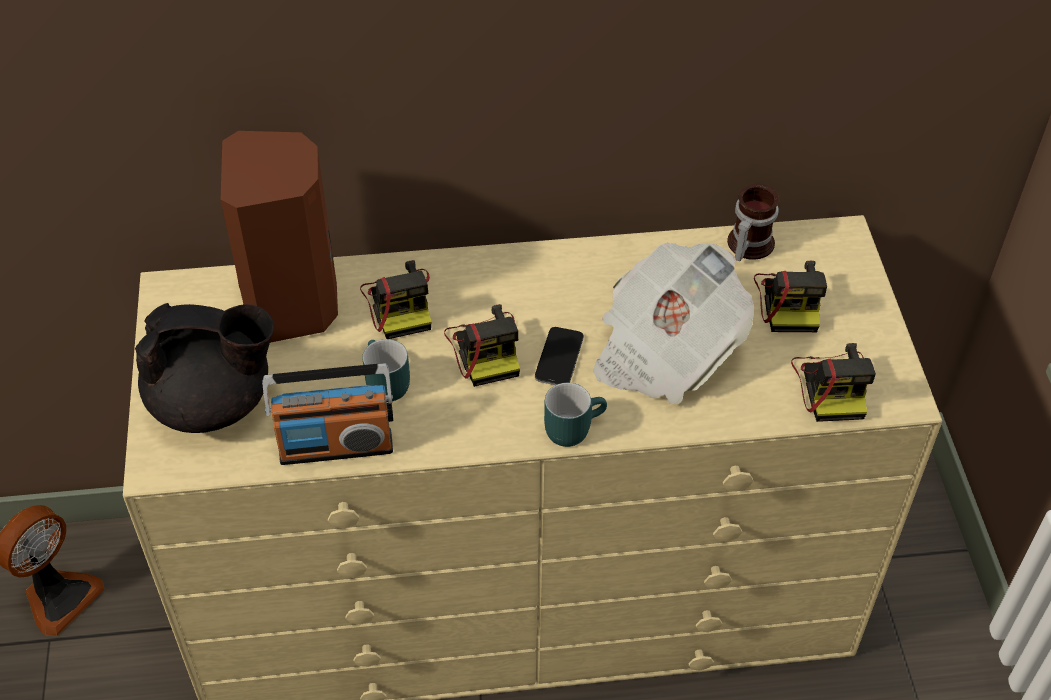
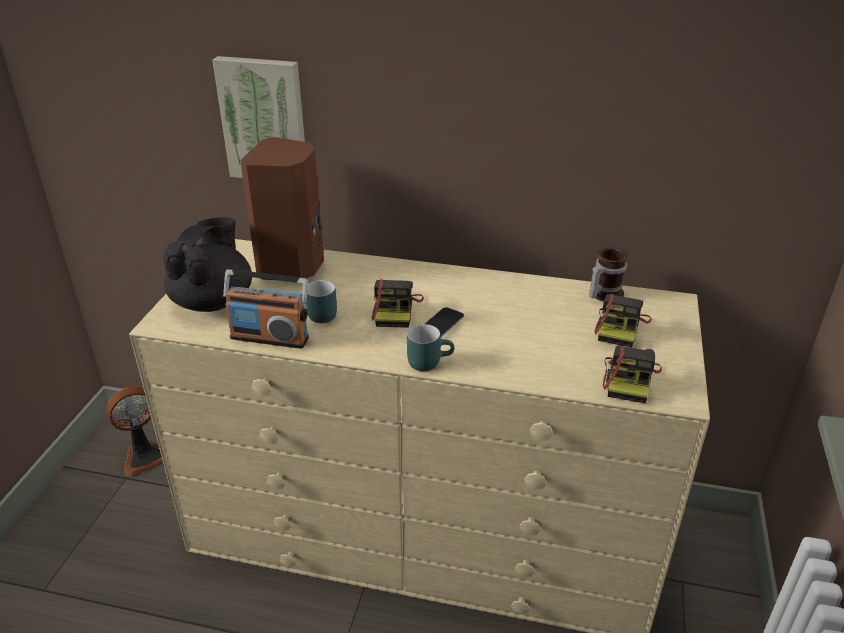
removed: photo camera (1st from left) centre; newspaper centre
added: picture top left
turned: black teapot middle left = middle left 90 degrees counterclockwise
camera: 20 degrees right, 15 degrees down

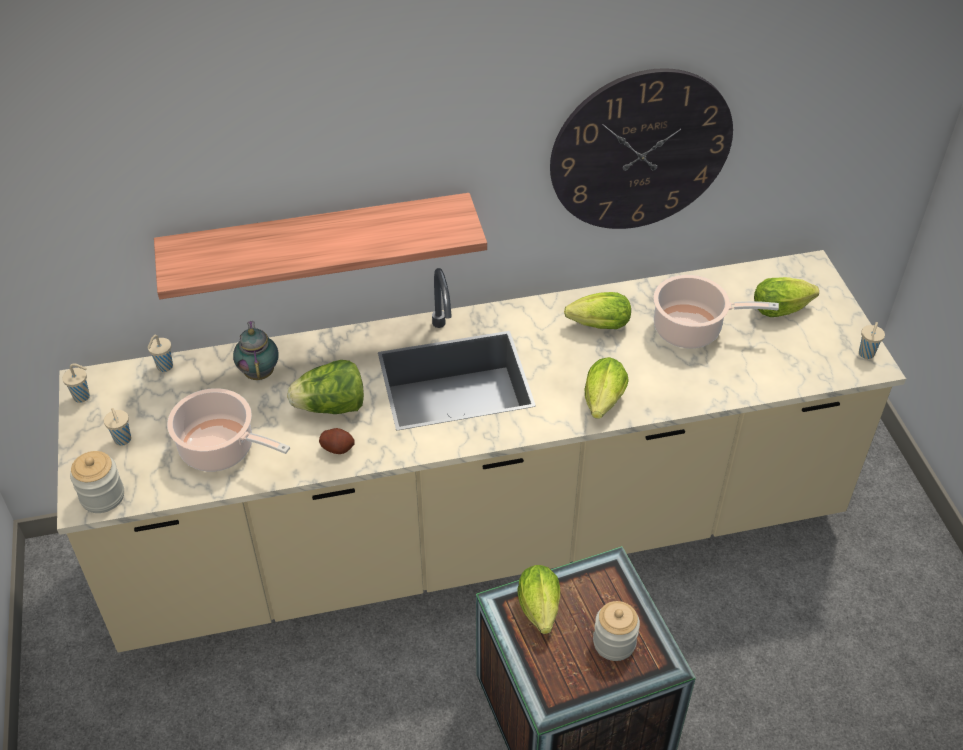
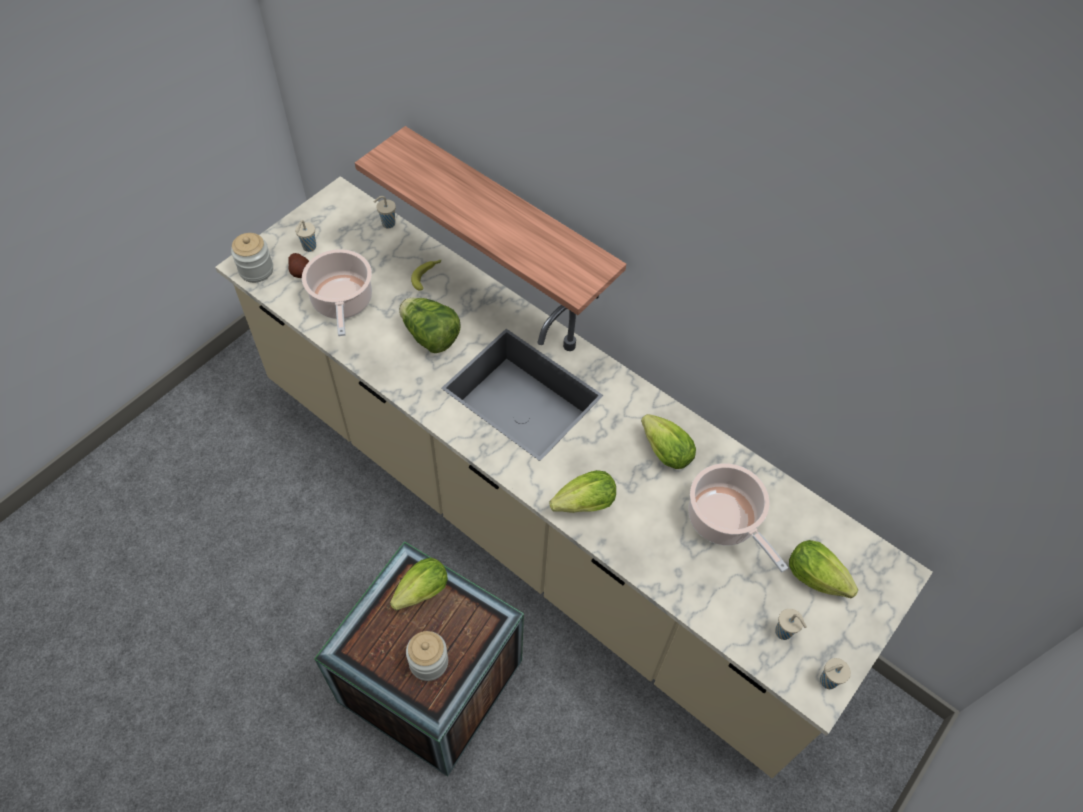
removed: wall clock top centre
moved: beige cup (1st from left in the first image) middle left to beige cup (3rd from left) bottom right; potato centre to top left
replaced: teapot middle left to banana centre
camera: 50 degrees right, 10 degrees up

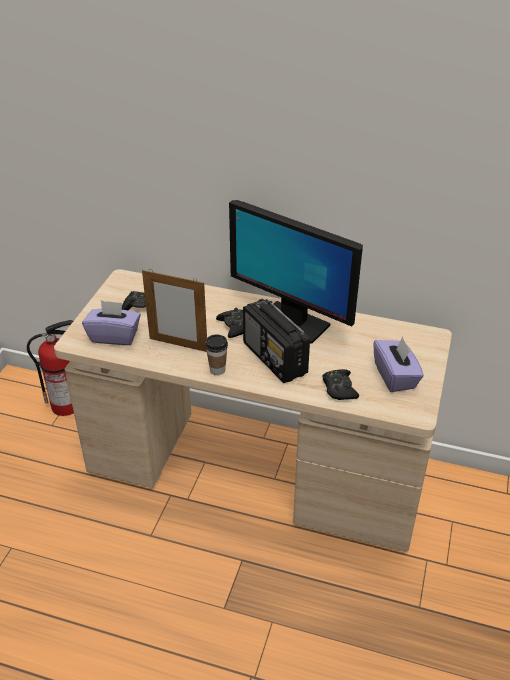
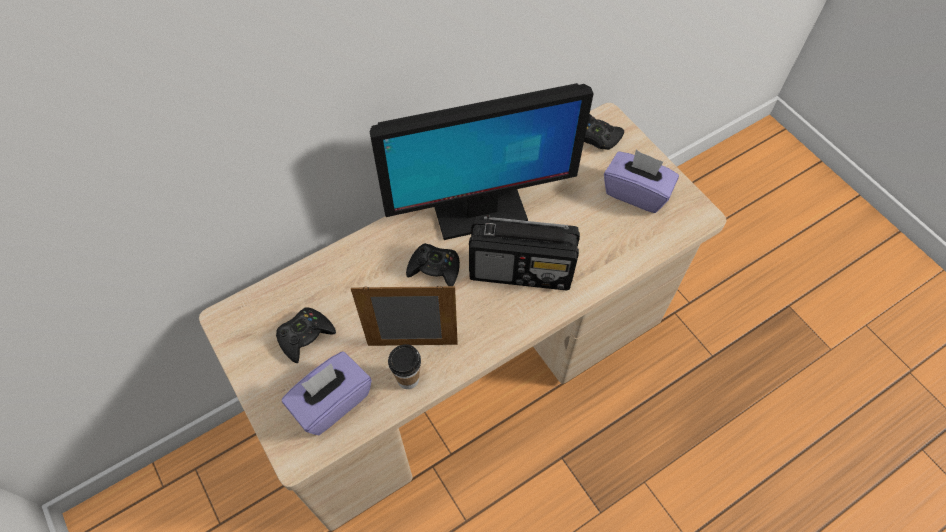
removed: fire extinguisher middle left
moved: cup centre to bottom centre; black game controller (3rd from left) middle right to top centre
turned: picture frame centre = centre 150 degrees counterclockwise
camera: 50 degrees left, 20 degrees up

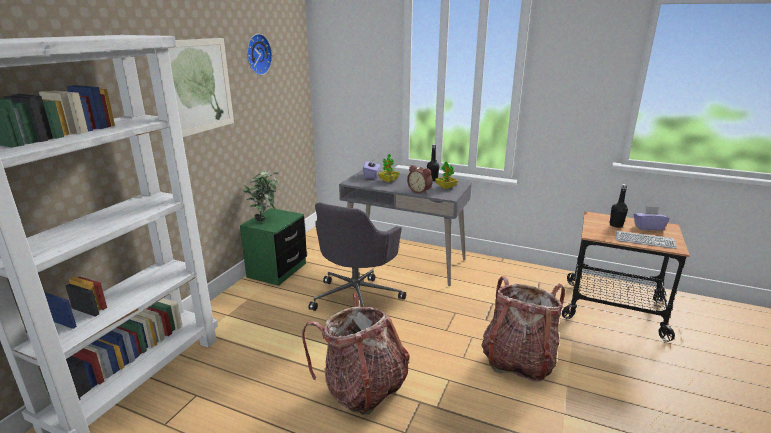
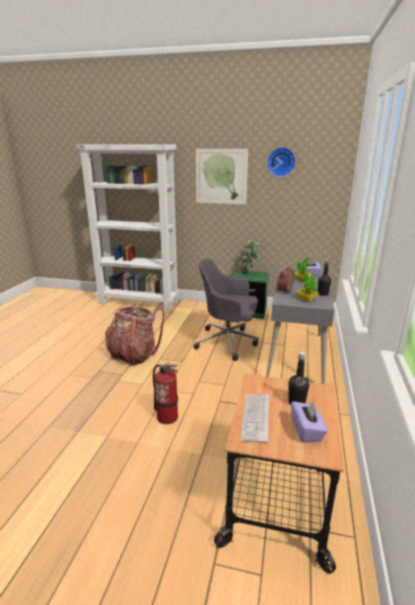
replaced: backpack (2nd from left) bottom right to fire extinguisher centre
camera: 80 degrees right, 0 degrees up

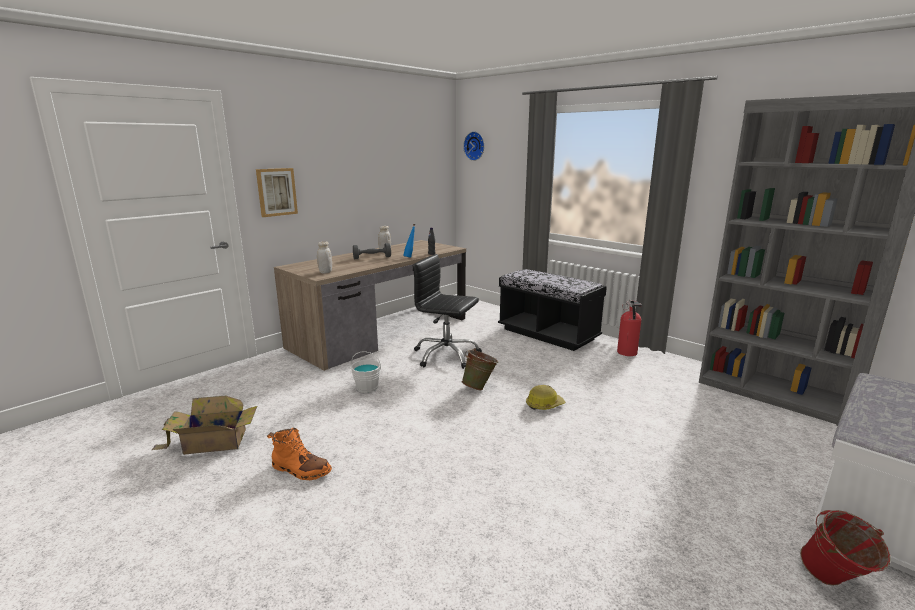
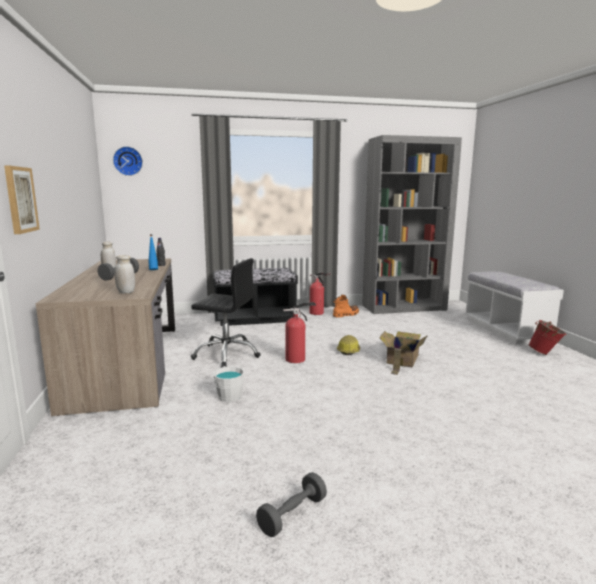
added: grey dumbbell (2nd from left) bottom centre
moved: cardboard box bottom left to middle right; orange boot bottom left to centre
replaced: green bucket centre to fire extinguisher (1st from left) centre
turned: black office chair centre = centre 135 degrees counterclockwise
camera: 55 degrees left, 5 degrees down

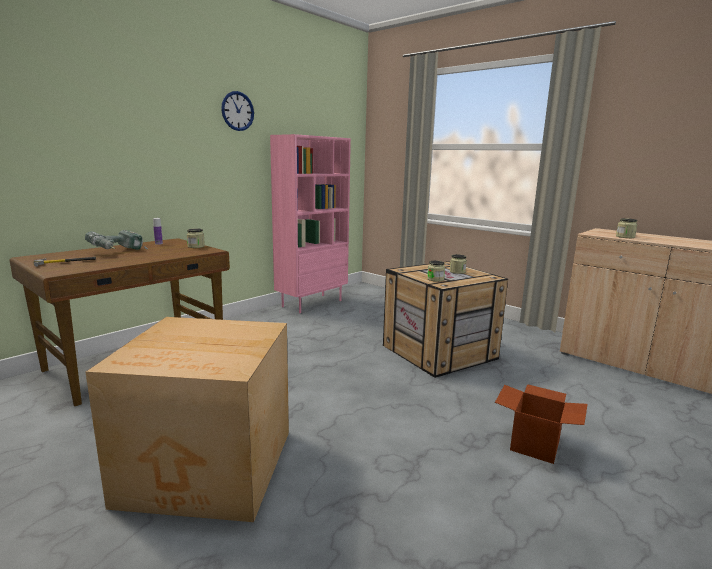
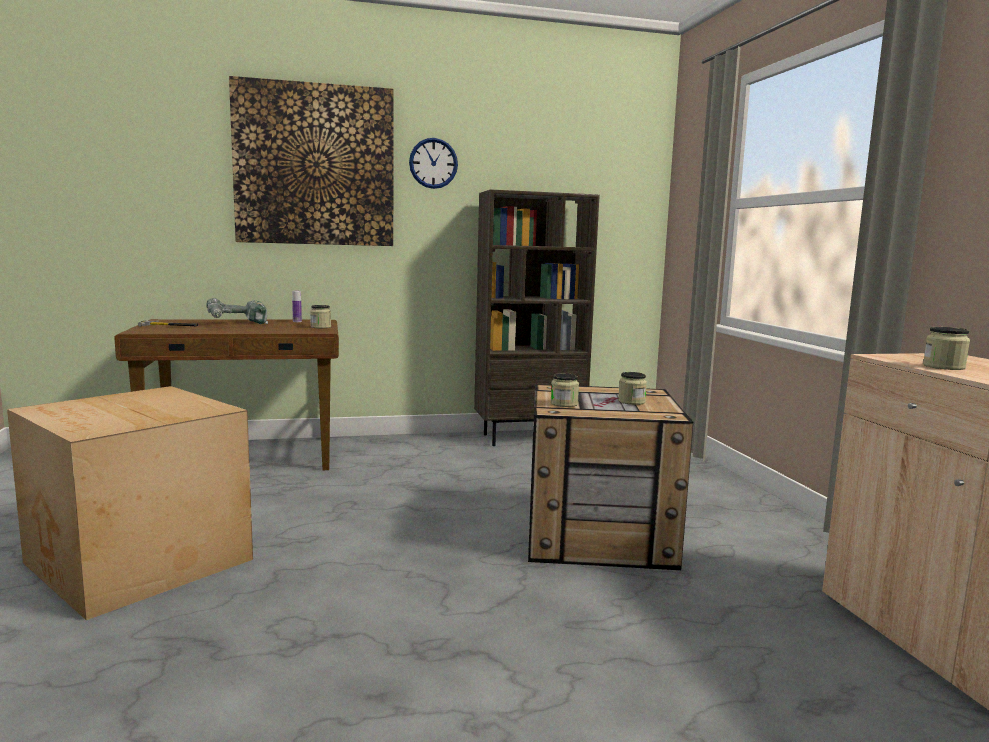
removed: cardboard box (2nd from left) bottom right
added: picture top left
recoloured: pink bookcase centre to brown bookcase centre
camera: 35 degrees right, 5 degrees down

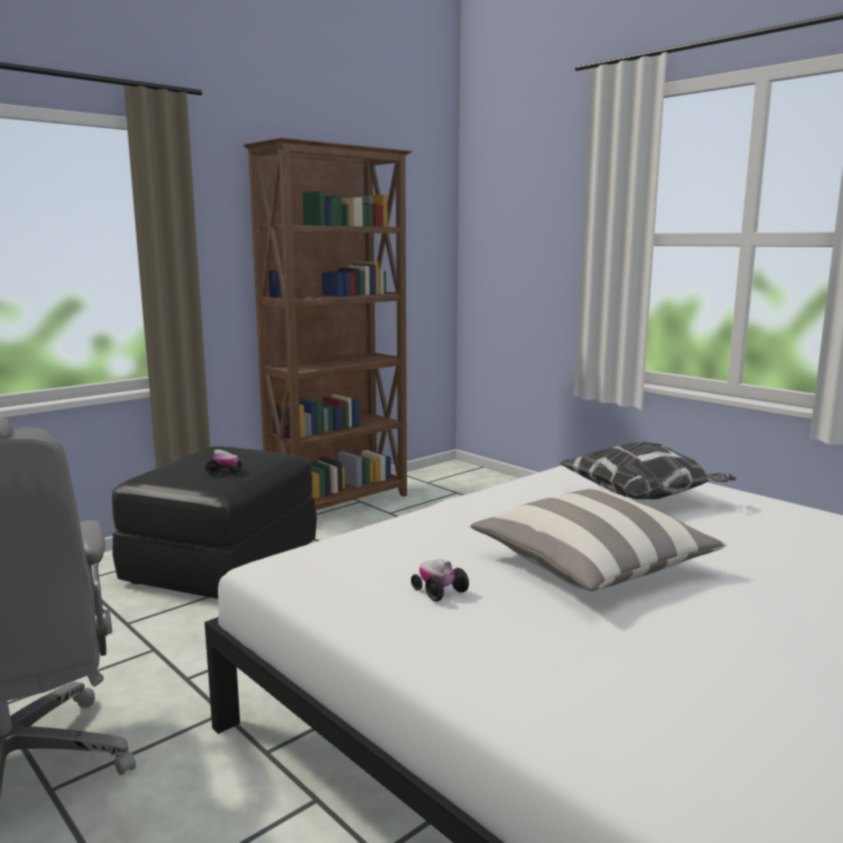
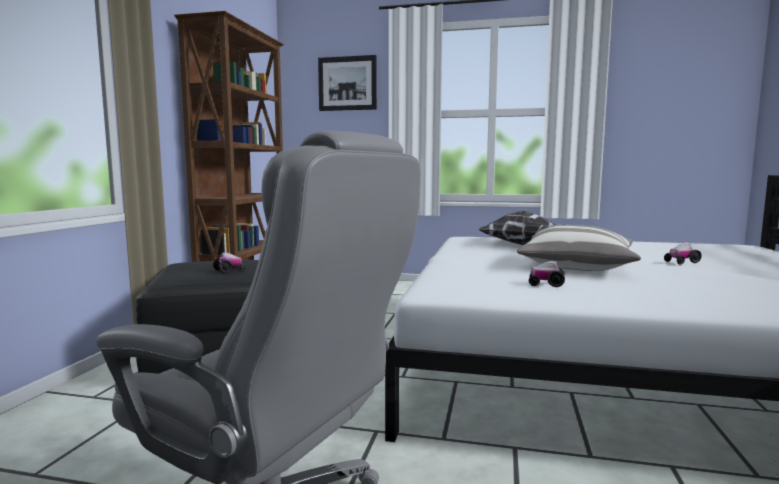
added: picture top centre; toy car (3rd from left) middle right
camera: 35 degrees left, 5 degrees down

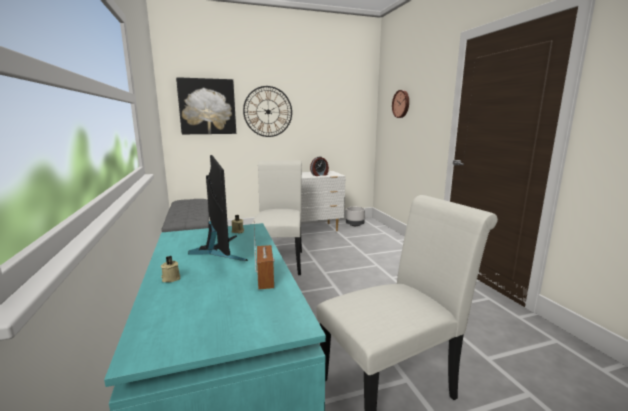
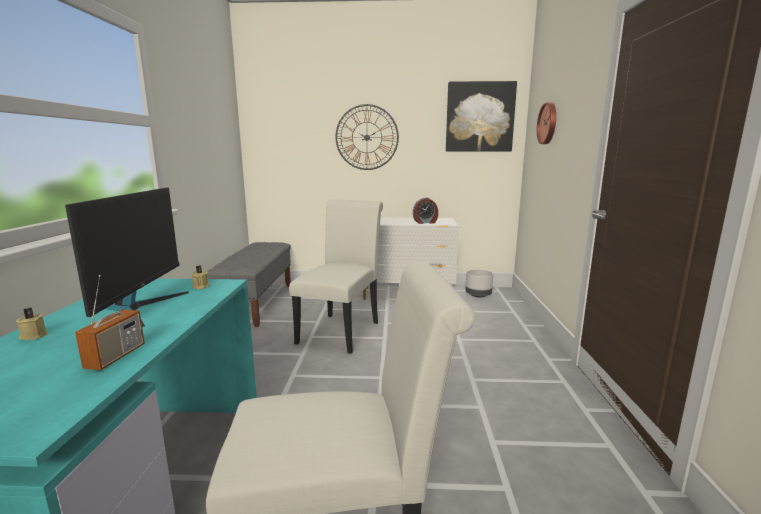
moved: picture top left to top centre
camera: 20 degrees right, 0 degrees up

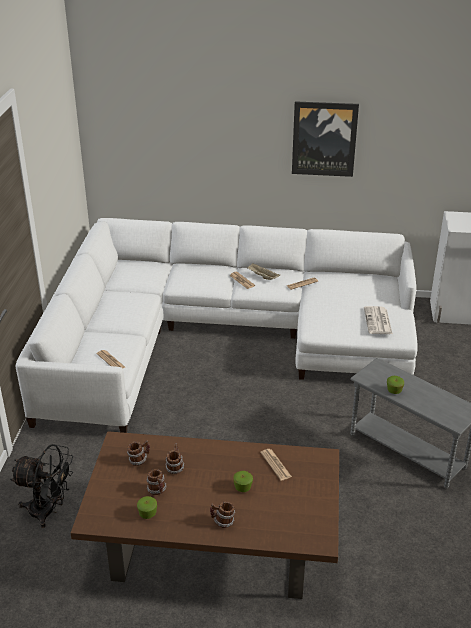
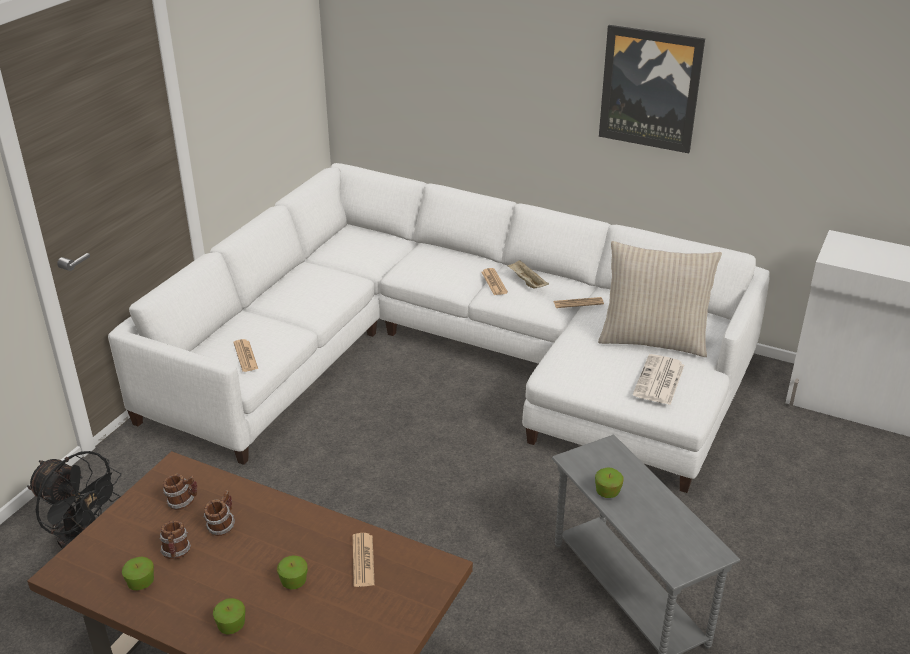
added: beige pillow middle right
replaced: mug (4th from left) bottom centre to apple (2nd from left) bottom left
camera: 20 degrees right, 0 degrees up

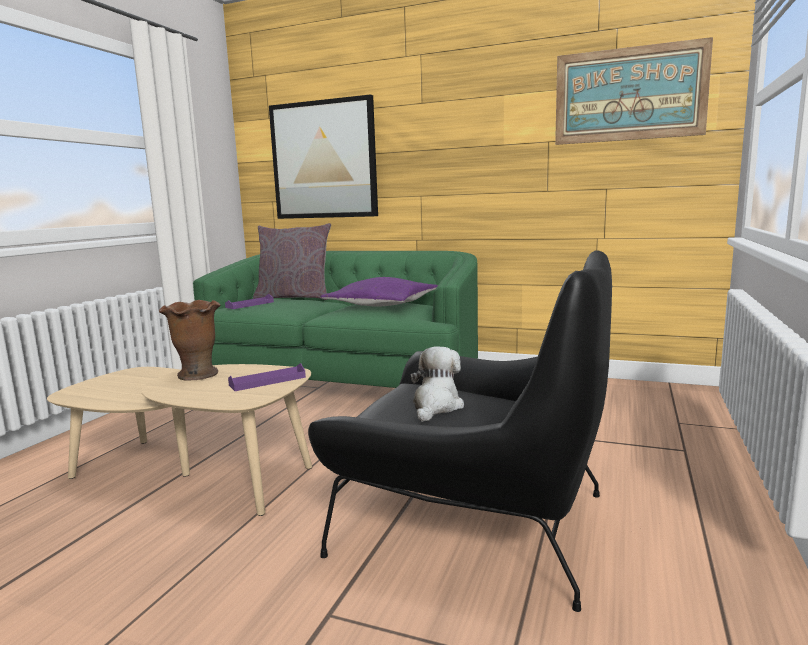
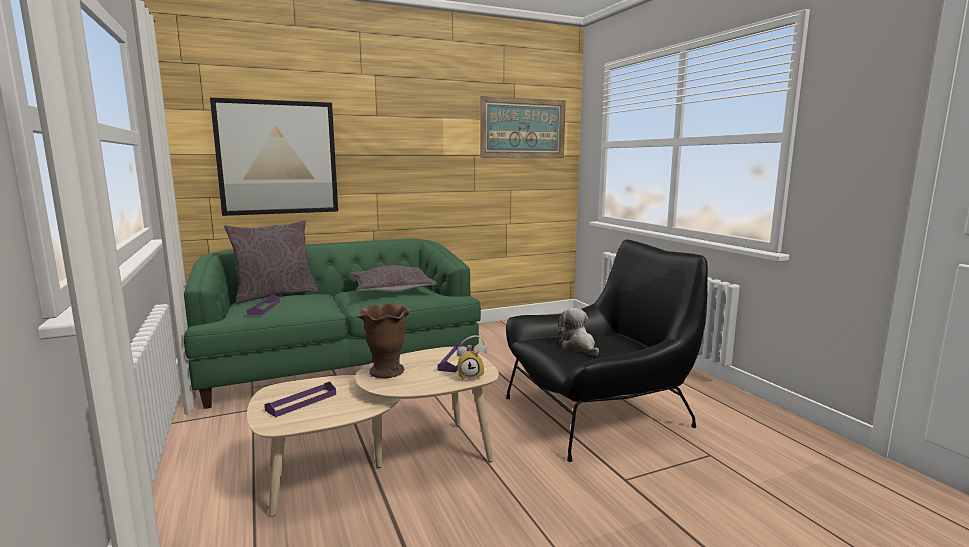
added: purple tray (2nd from left) bottom left; alarm clock centre
recoloured: purple pillow centre to grey pillow (2nd from left) centre
camera: 45 degrees left, 0 degrees up

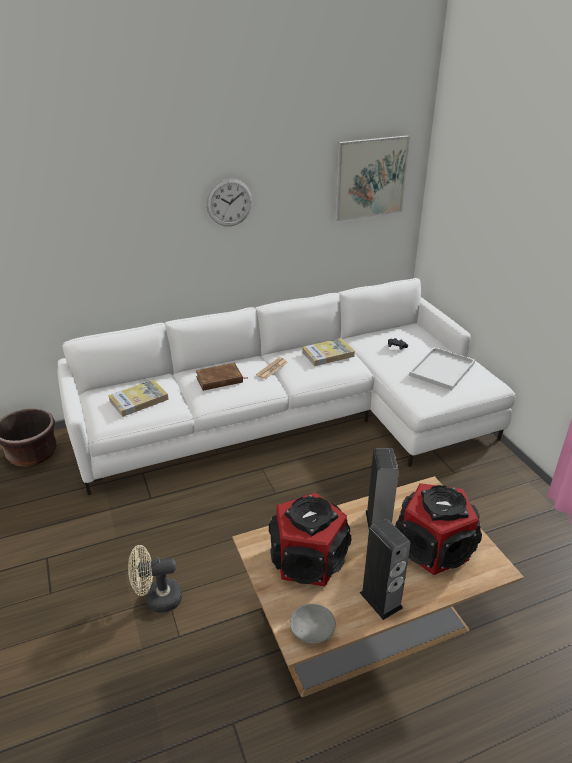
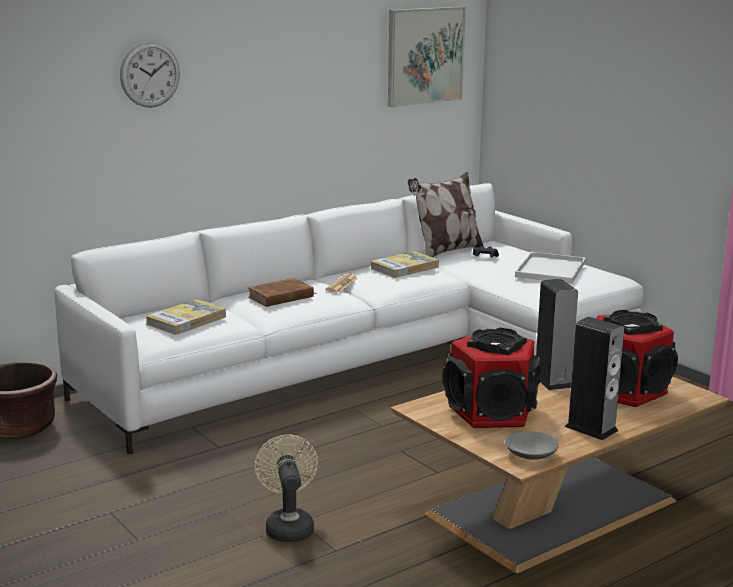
added: pillow centre
moved: wall clock top centre to top left
turned: beige fan bottom left = bottom centre 105 degrees clockwise
camera: 15 degrees left, 15 degrees down

